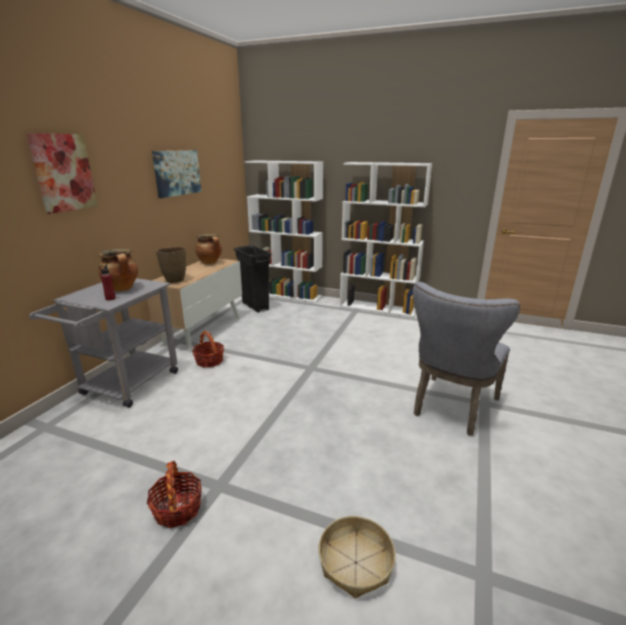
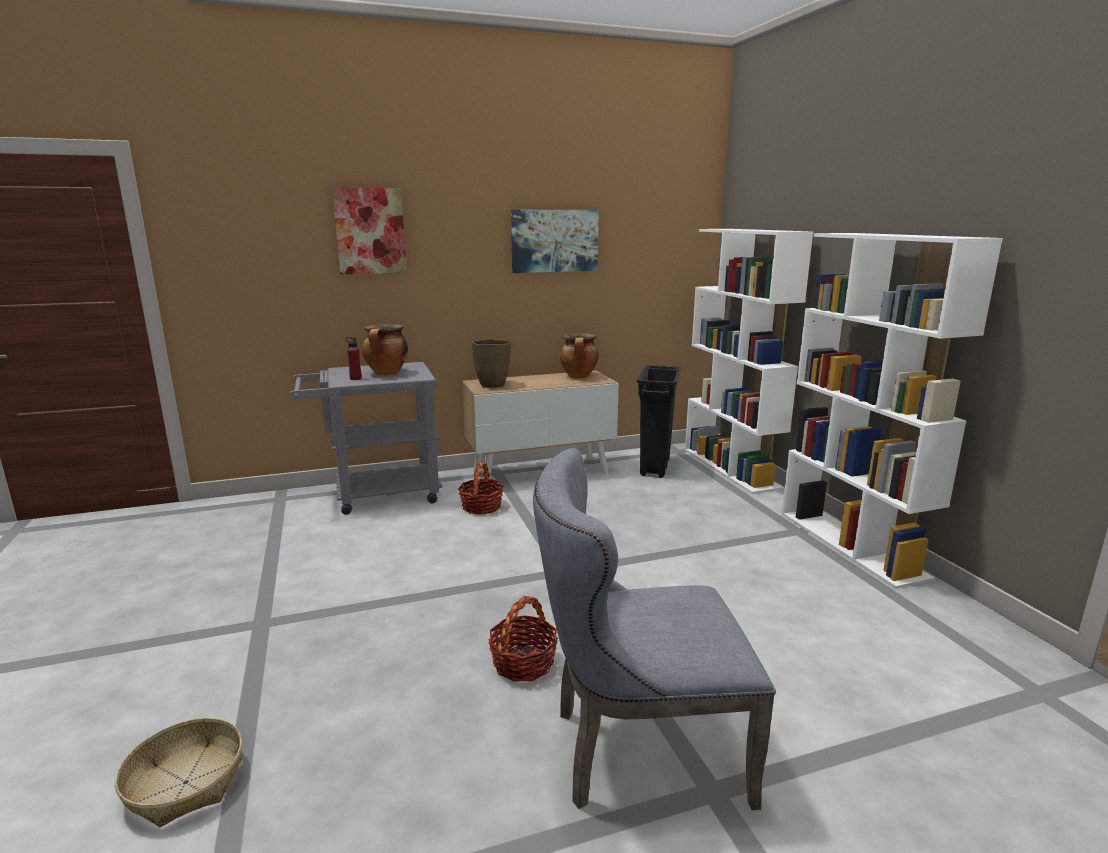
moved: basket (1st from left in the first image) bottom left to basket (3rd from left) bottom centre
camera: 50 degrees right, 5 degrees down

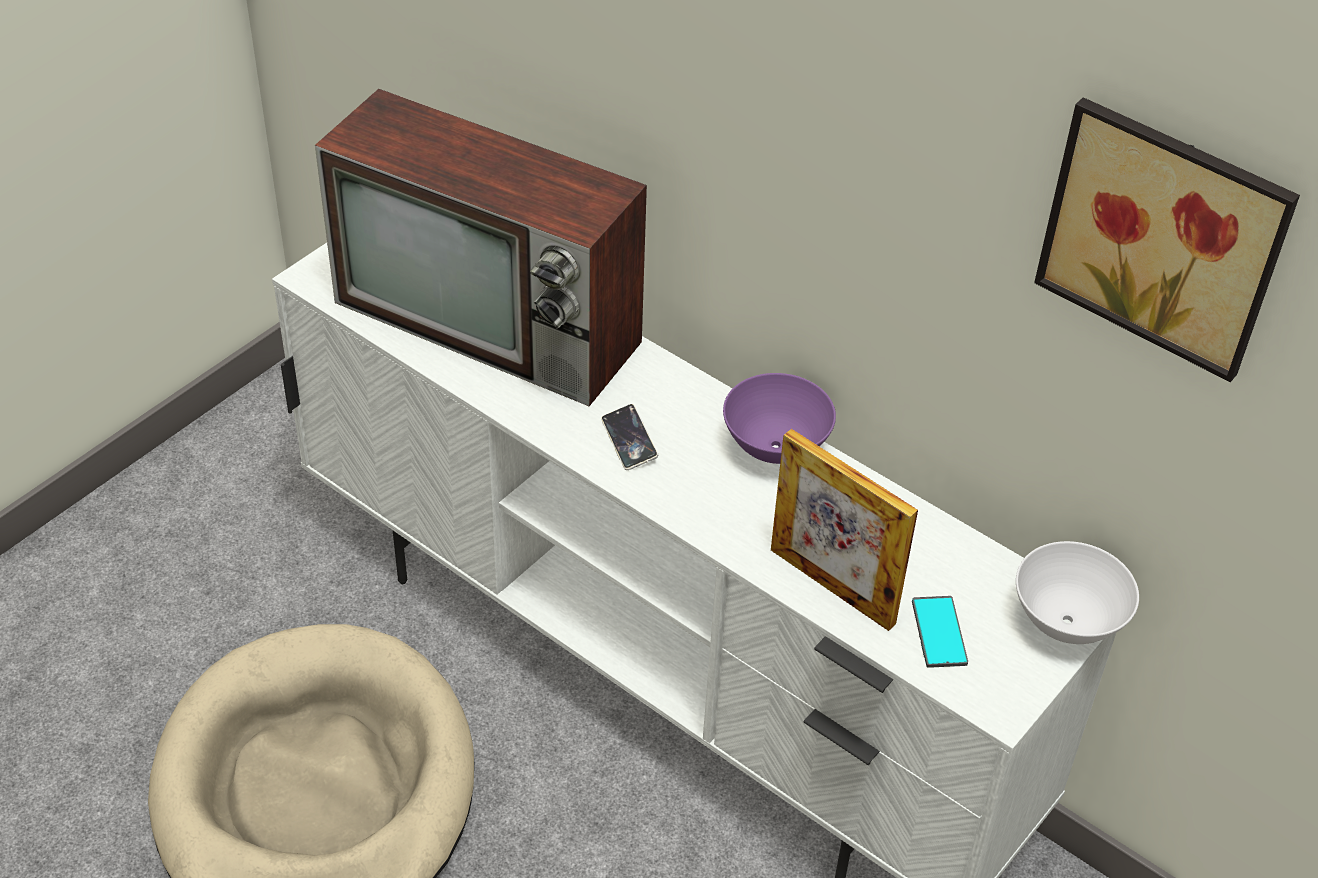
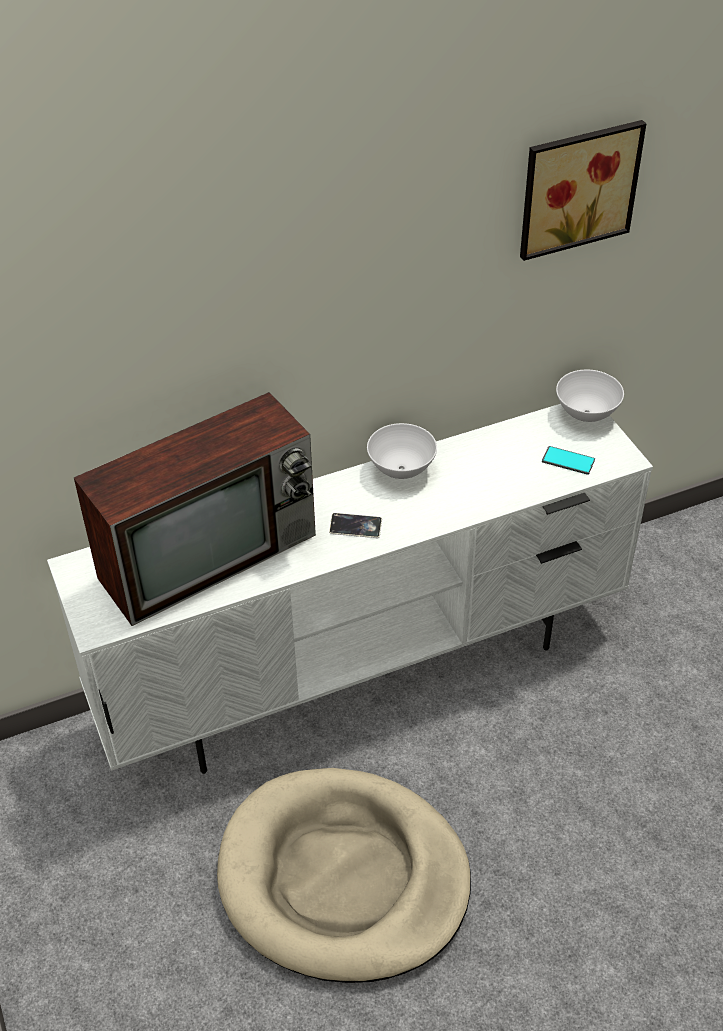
removed: picture frame centre
recoloured: purple bowl centre to white bowl (1st from left) centre
camera: 60 degrees left, 0 degrees up

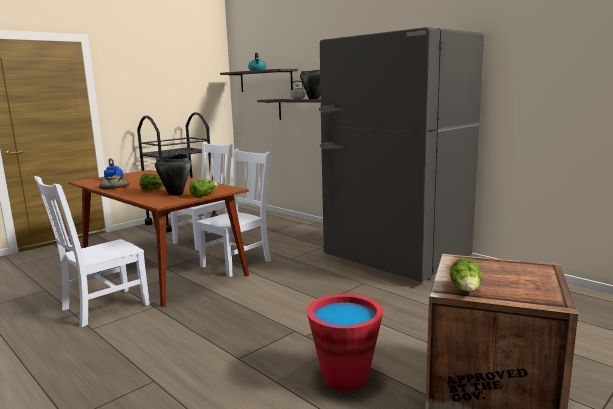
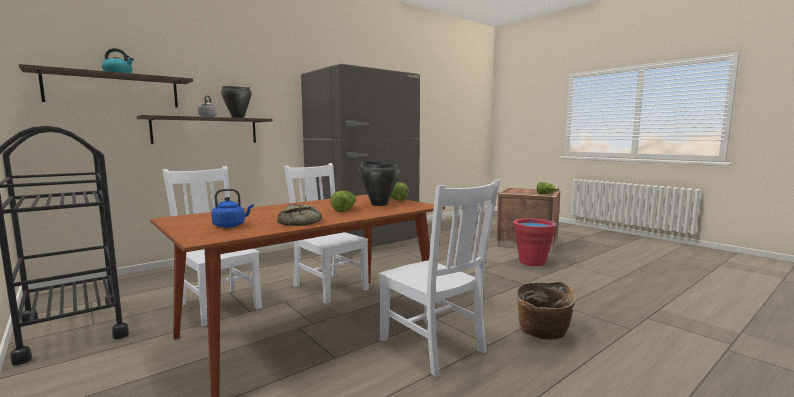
added: basket bottom right
camera: 85 degrees left, 5 degrees down

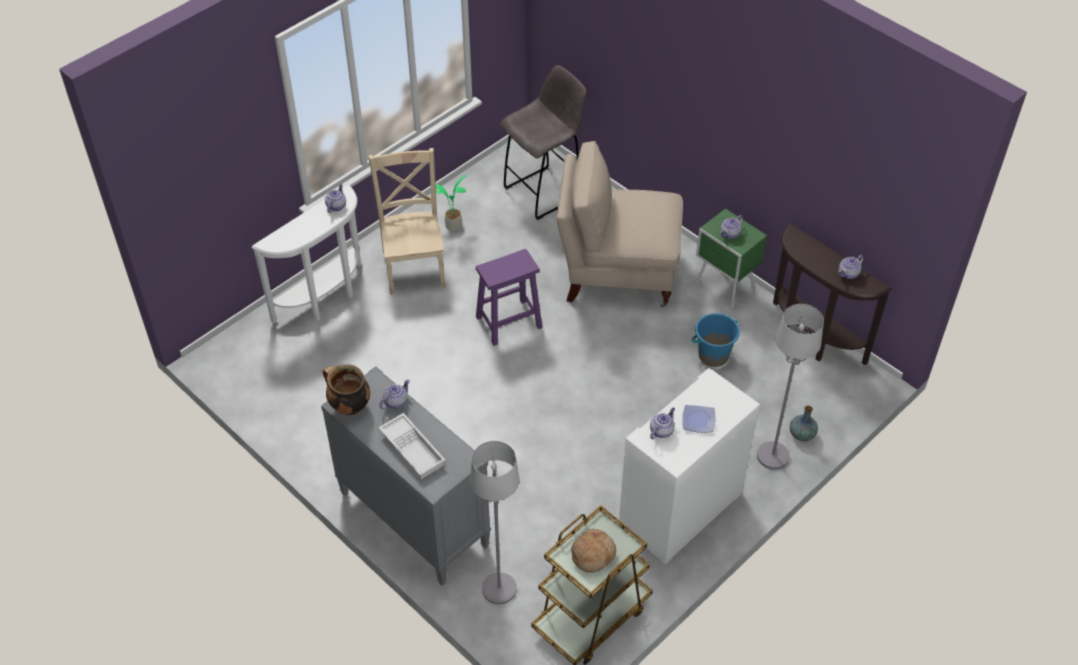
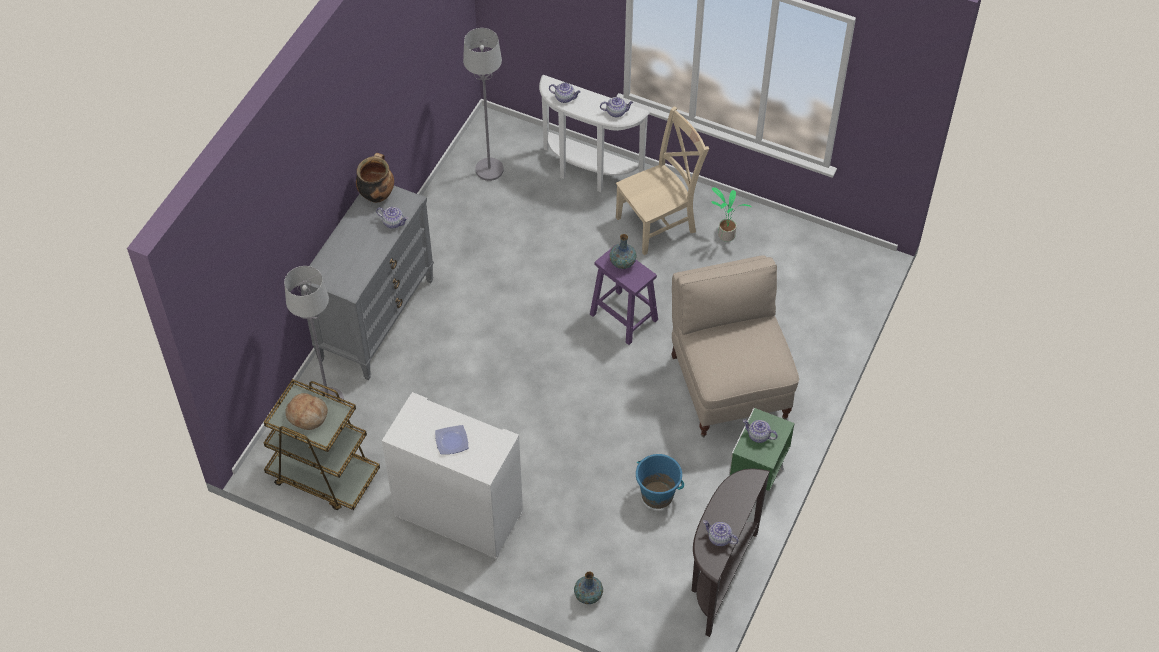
removed: white tray bottom centre; grey stool top centre
added: vase (2nd from left) centre
moved: teapot (3rd from left in the first image) centre to teapot (2nd from left) top centre; grey floor lamp (2nd from left) middle right to top centre
camera: 70 degrees right, 5 degrees up

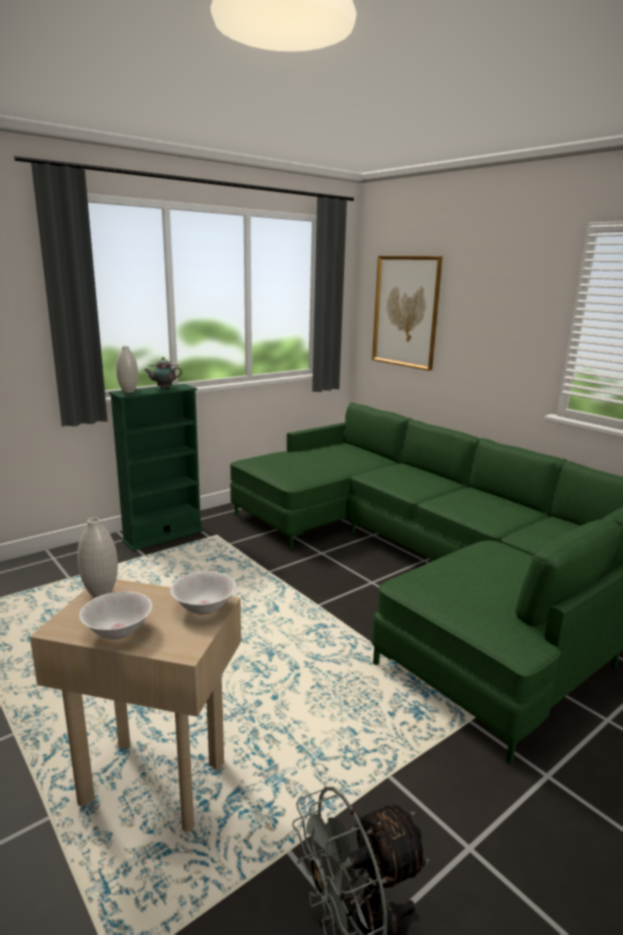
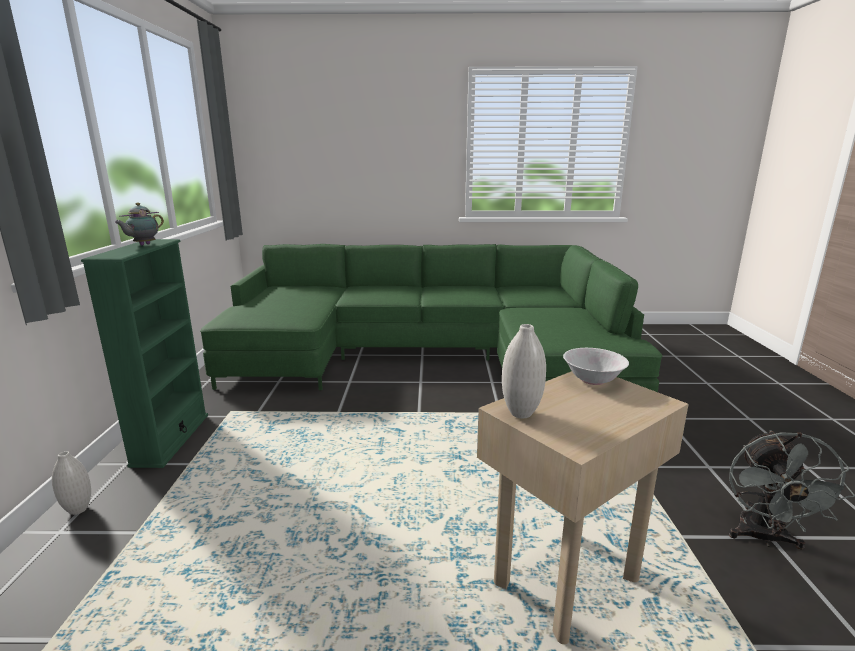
removed: white bowl (1st from left) middle left; picture centre
moved: white vase (2nd from left in the first image) middle left to white vase (1st from left) bottom left
camera: 50 degrees left, 0 degrees up

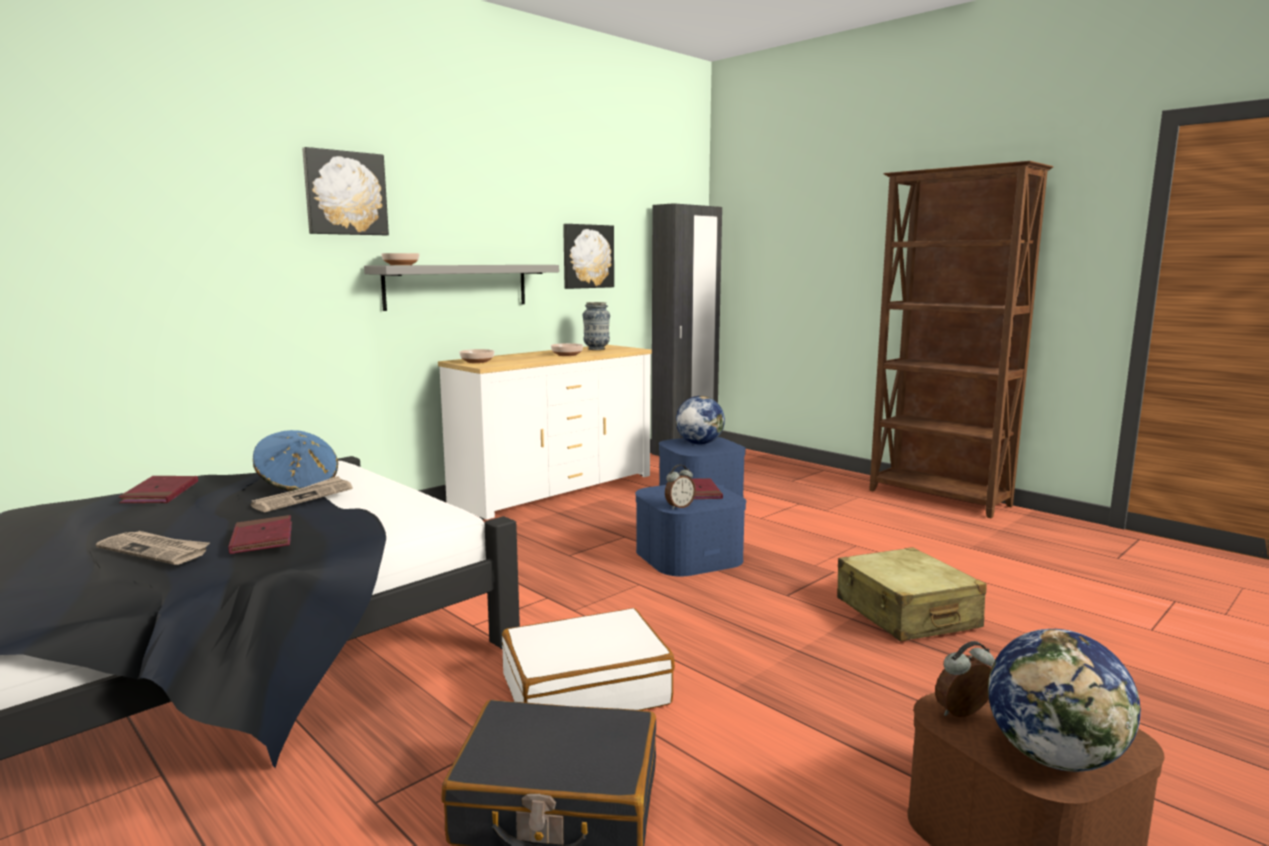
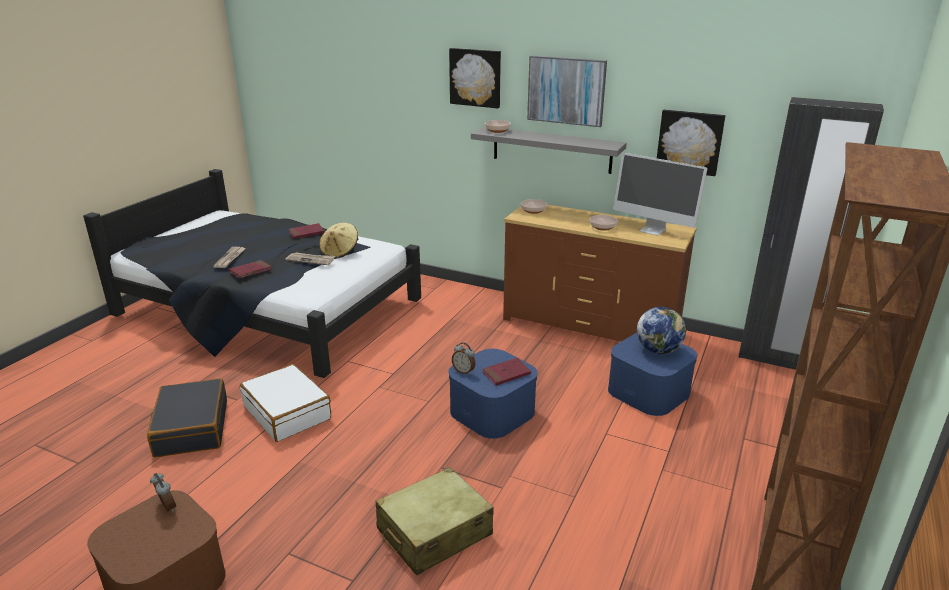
removed: globe (2nd from left) bottom right
added: picture (2nd from left) top centre
replaced: vase centre to monitor top right
recoloured: blue hat middle left to beige hat centre; white dresser centre to brown dresser centre
camera: 70 degrees right, 15 degrees up

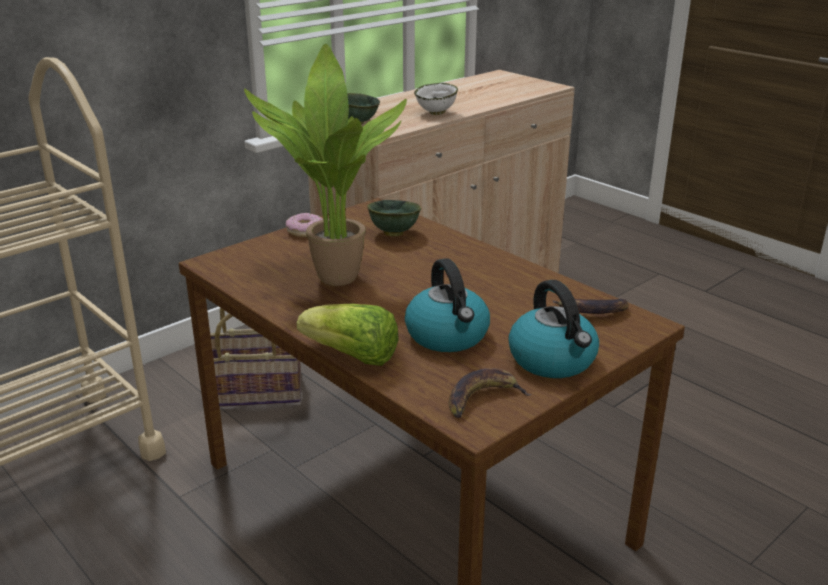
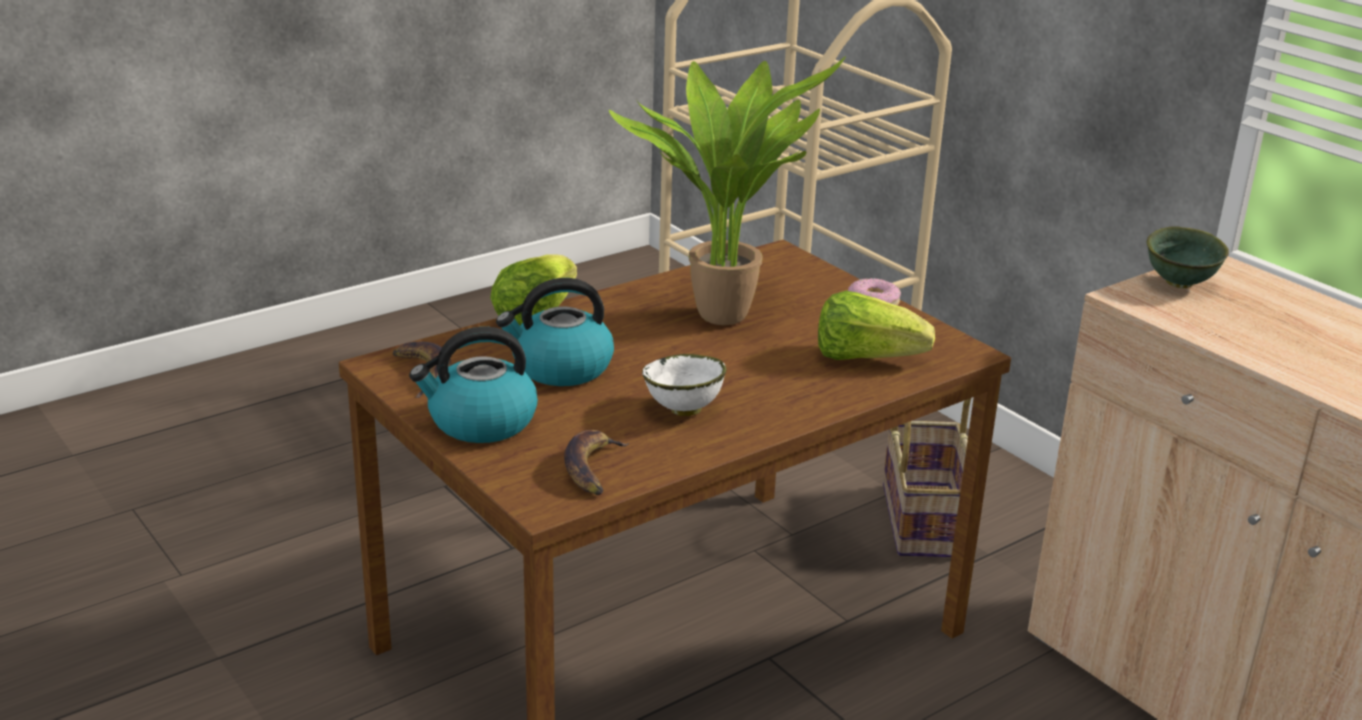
moved: white bowl top centre to centre
replaced: green bowl (2nd from left) centre to lettuce (2nd from left) centre
camera: 95 degrees right, 0 degrees up

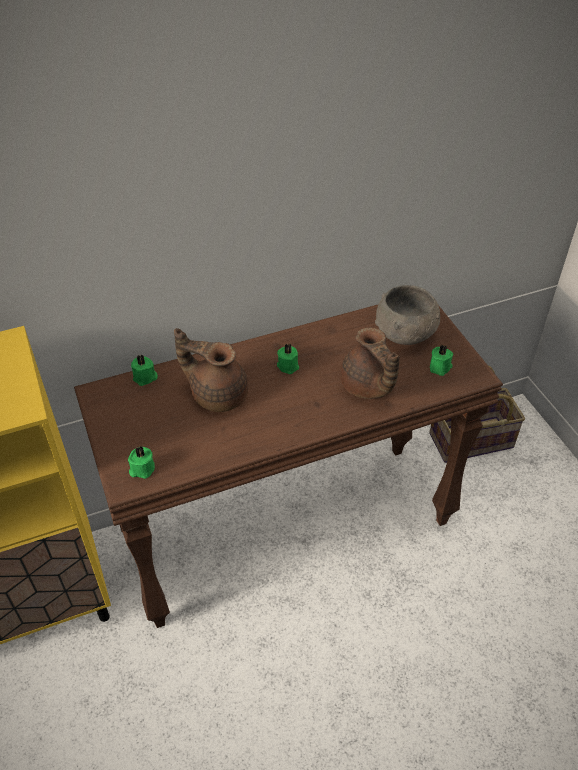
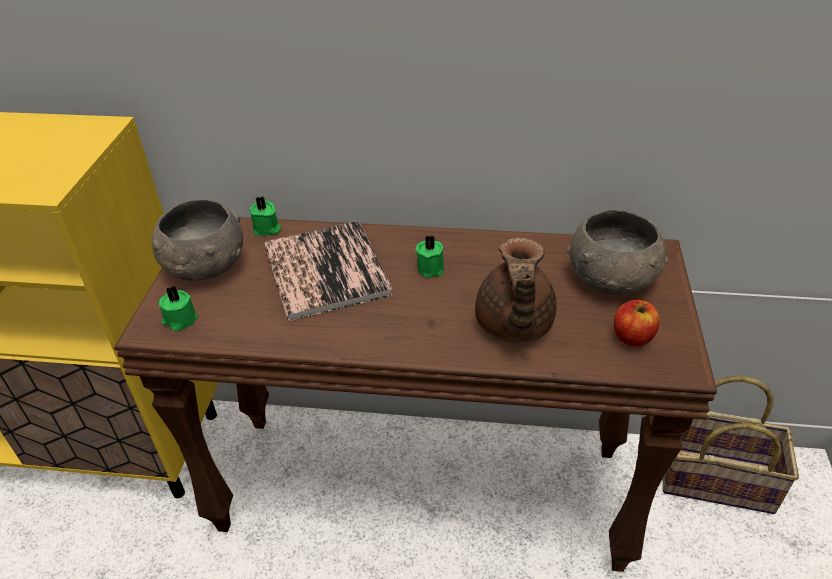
added: grey bowl (1st from left) middle left
replaced: brown teapot (1st from left) centre to book centre; green candle (4th from left) middle right to apple middle right
camera: 30 degrees right, 5 degrees down

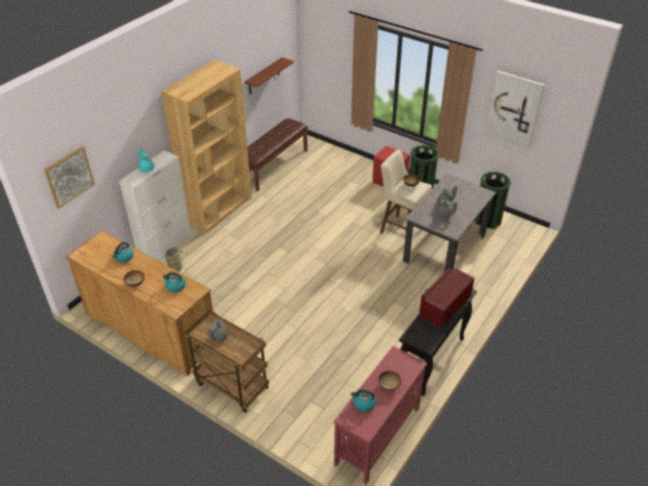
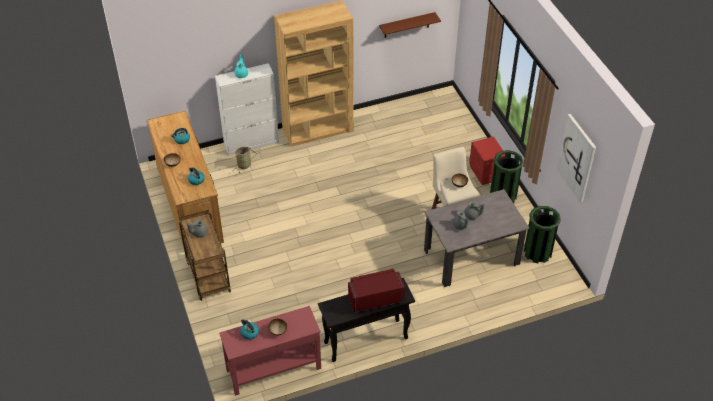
removed: picture (1st from left) middle left; brown bench top centre
camera: 35 degrees right, 5 degrees up

